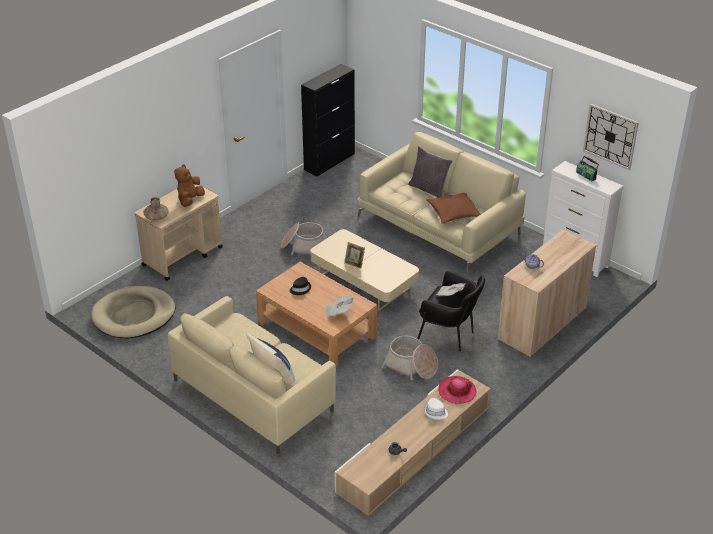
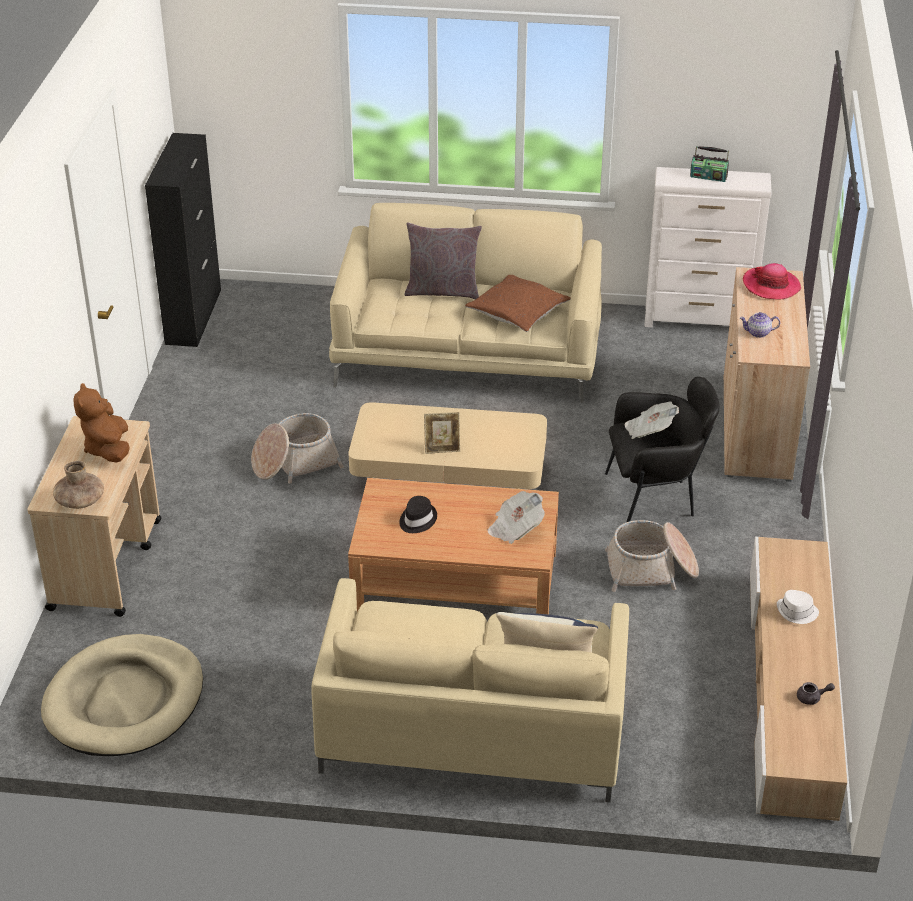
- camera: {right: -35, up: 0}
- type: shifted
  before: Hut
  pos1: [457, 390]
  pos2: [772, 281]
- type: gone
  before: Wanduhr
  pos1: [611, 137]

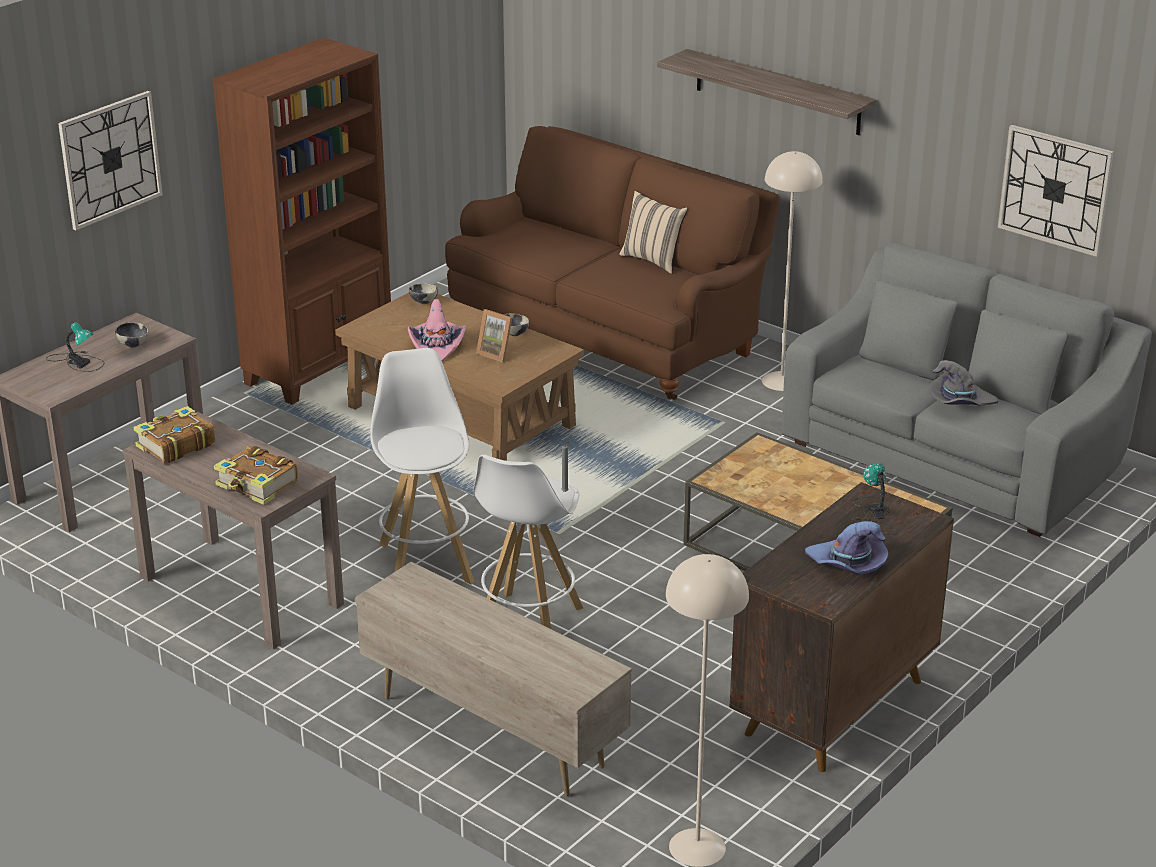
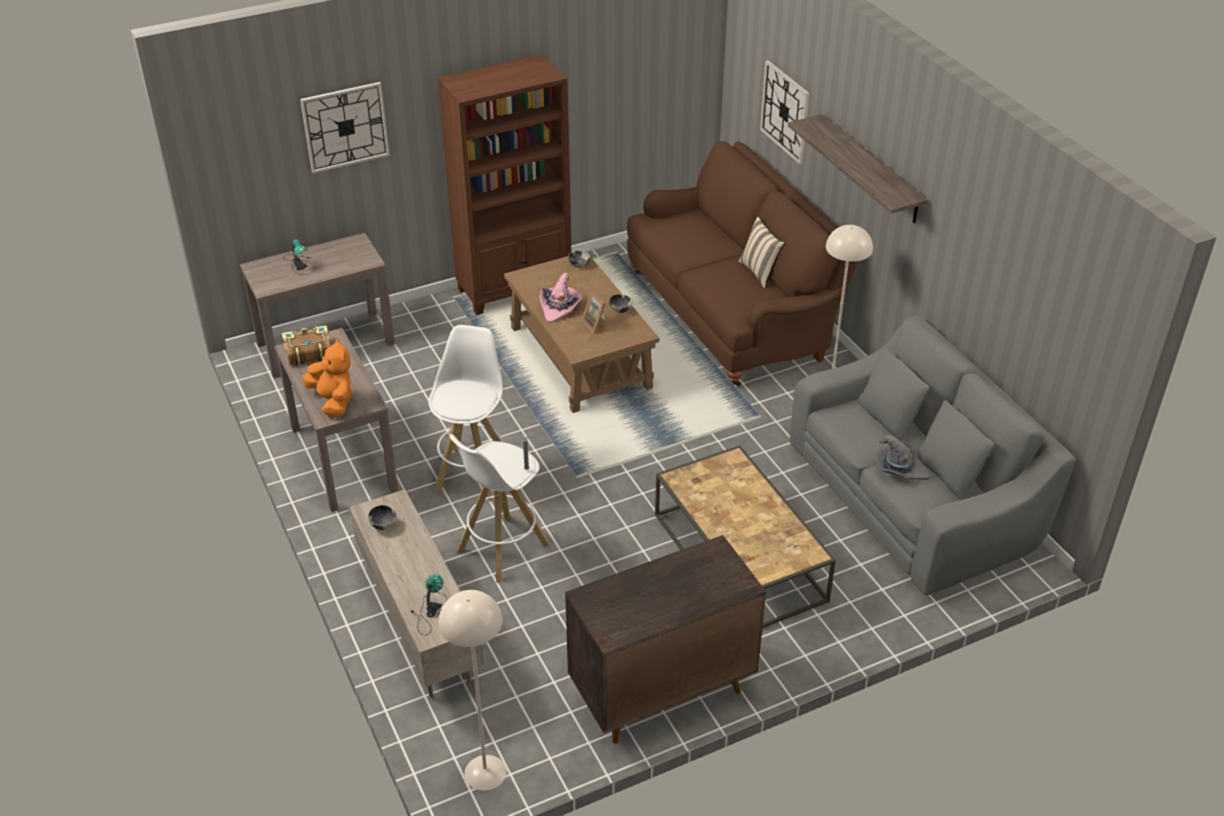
- camera: {right: 25, up: 10}
- type: shifted
  before: Schüssel
  pos1: [132, 334]
  pos2: [382, 517]
- type: swapped
  before: Buch
  after: Plüschtier [orange]
  pos1: [256, 475]
  pos2: [327, 378]
- type: gone
  before: Hut [lila]
  pos1: [846, 548]
- type: shifted
  before: Tischlampe
  pos1: [875, 499]
  pos2: [428, 604]
- type: shifted
  before: Wanduhr
  pos1: [1056, 191]
  pos2: [785, 112]

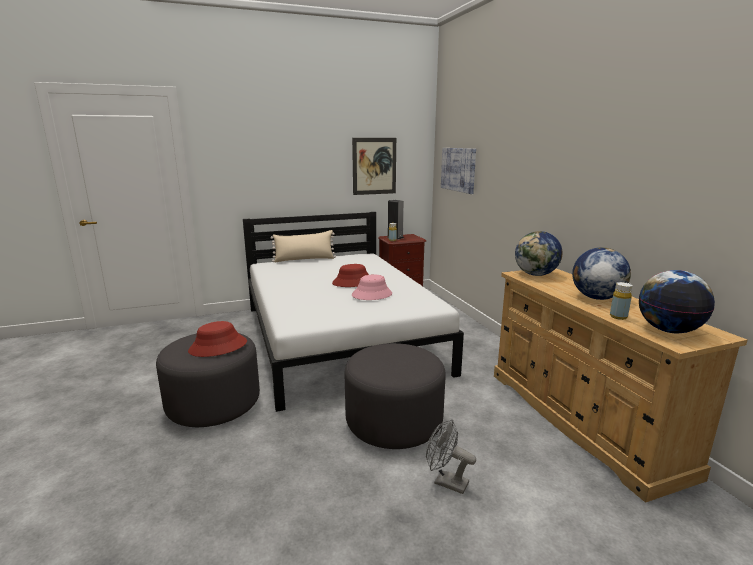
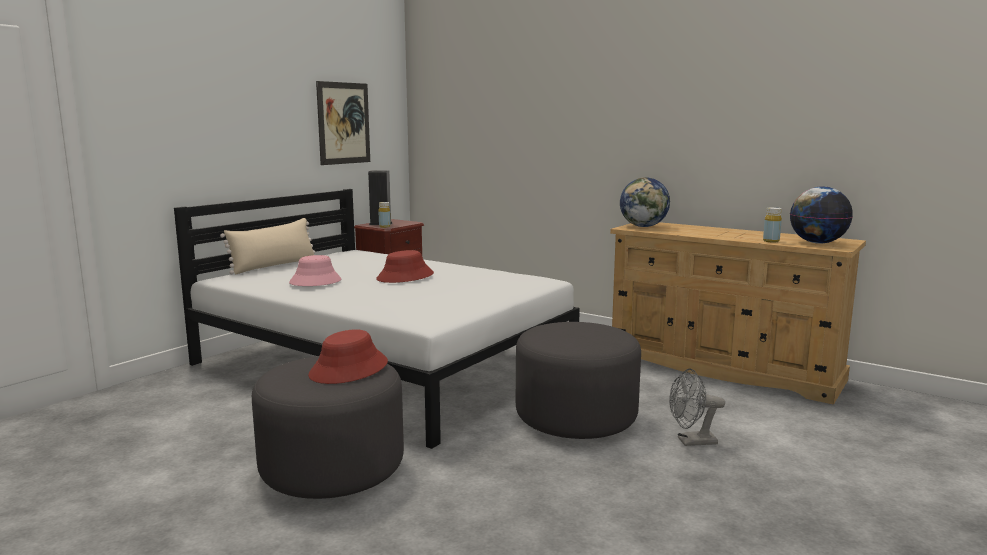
- camera: {right: -35, up: -5}
- type: shifted
  before: Hut [rosa]
  pos1: [372, 287]
  pos2: [315, 270]
- type: gone
  before: Bild
  pos1: [458, 171]
- type: gone
  before: Globus
  pos1: [601, 273]

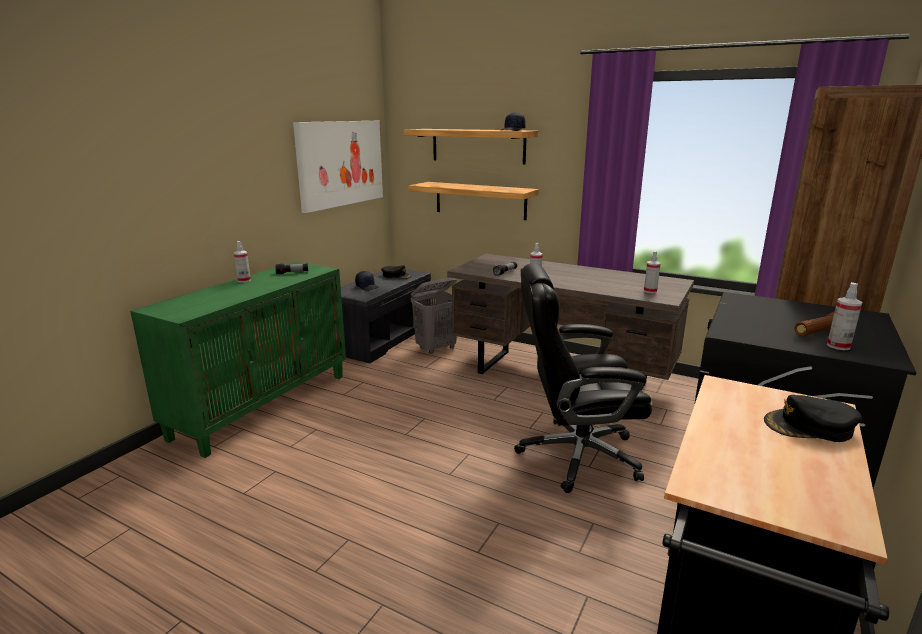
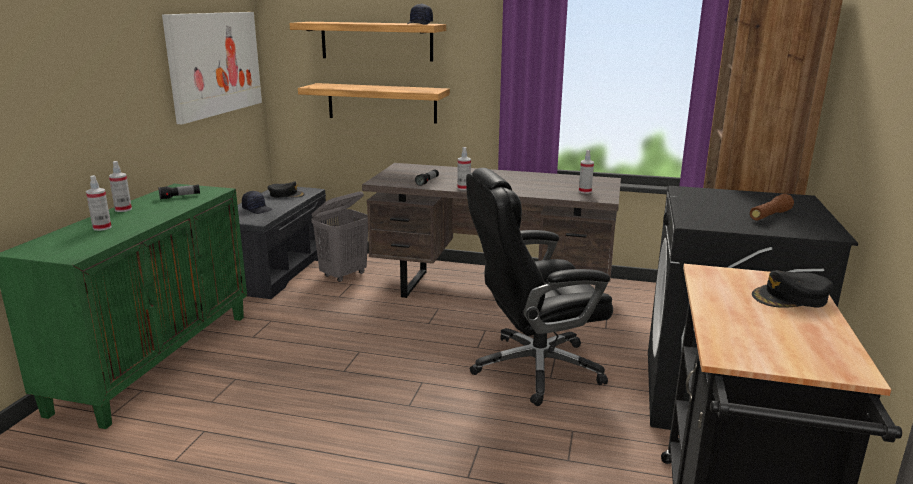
- camera: {right: -15, up: 0}
- type: shifted
  before: Sprühflasche
  pos1: [845, 316]
  pos2: [99, 203]

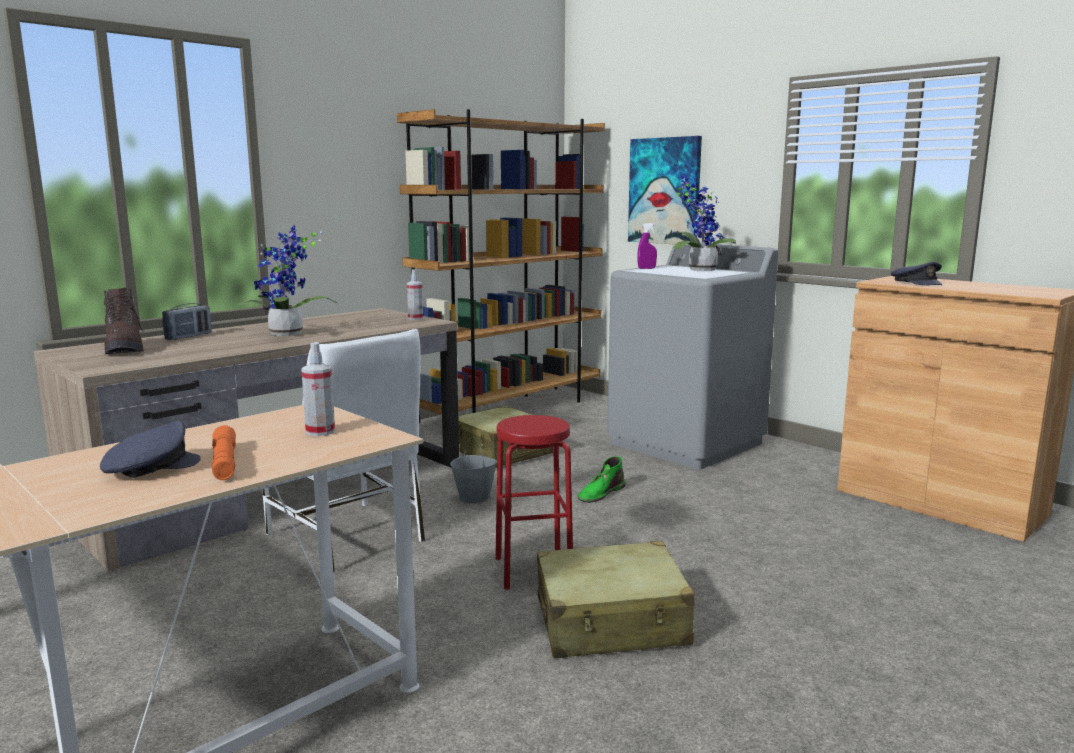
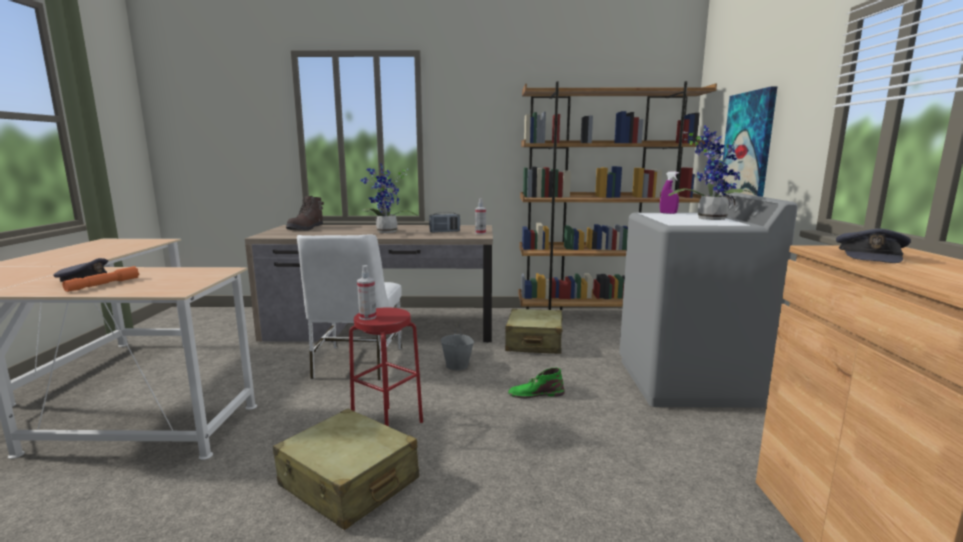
- camera: {right: 45, up: 0}
- type: shifted
  before: Radio
  pos1: [186, 321]
  pos2: [444, 222]
- type: shifted
  before: Sprühflasche
  pos1: [318, 389]
  pos2: [366, 292]

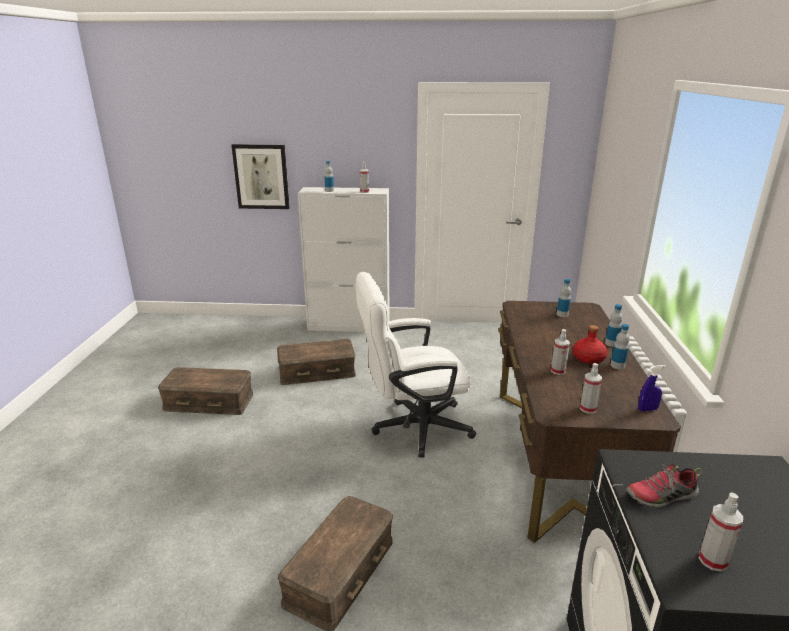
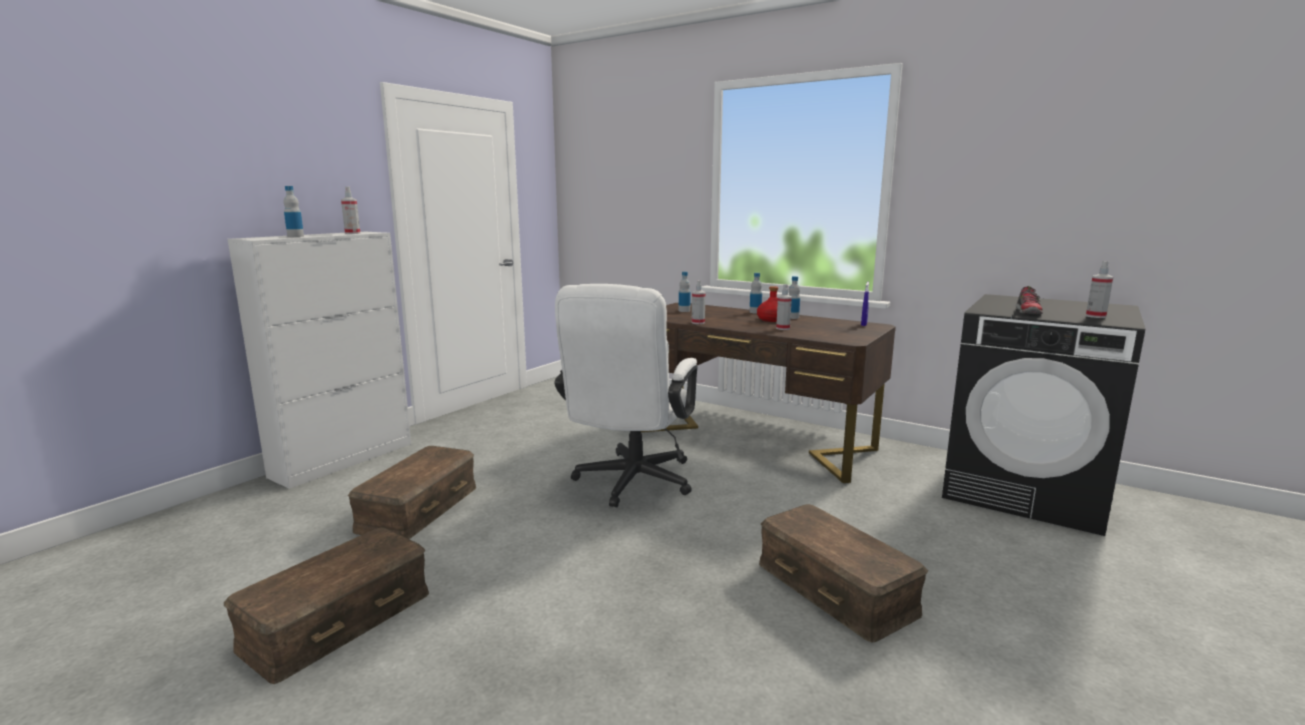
- camera: {right: -60, up: -10}
- type: gone
  before: Bild
  pos1: [260, 176]
- type: shifted
  before: Sprühflasche
  pos1: [591, 388]
  pos2: [699, 302]

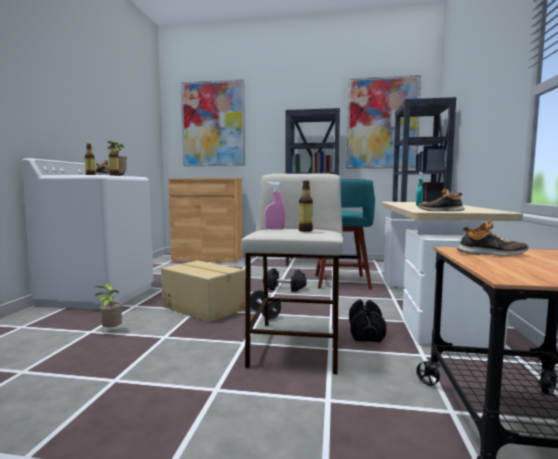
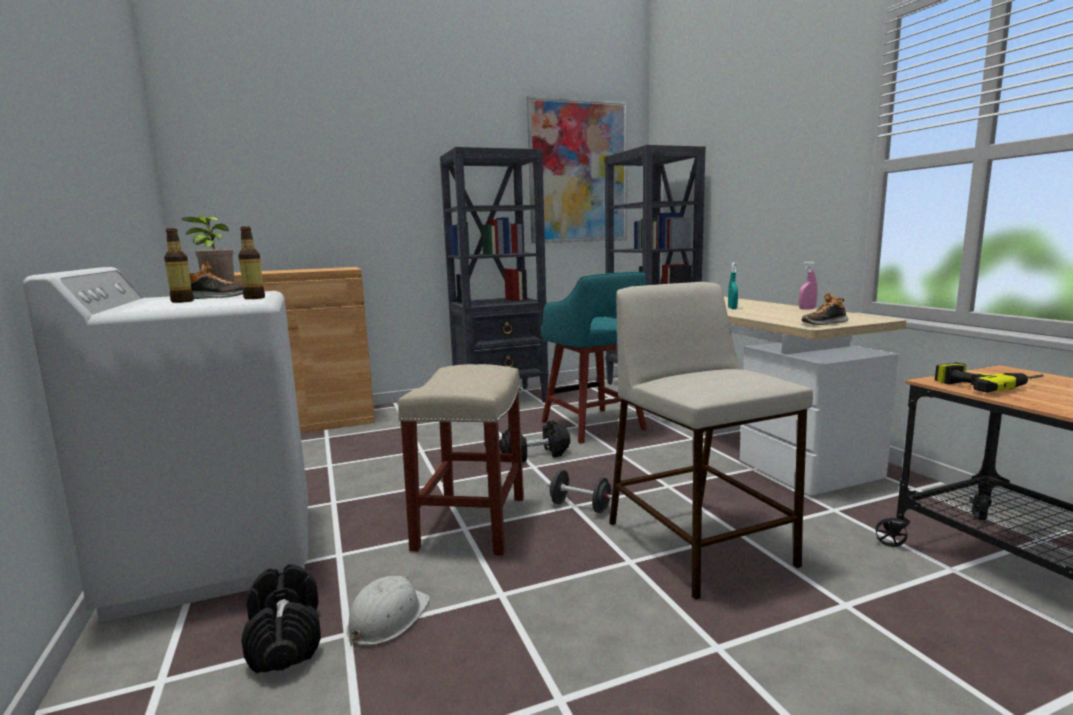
- camera: {right: -30, up: 5}
- type: swapped
  before: Topfpflanze
  after: Schutzhelm [weiß]
  pos1: [108, 307]
  pos2: [388, 611]
- type: swapped
  before: Karton
  after: Hocker [beige]
  pos1: [203, 292]
  pos2: [461, 460]
- type: gone
  before: Bild
  pos1: [213, 122]
- type: shifted
  before: Sprühflasche [rosa]
  pos1: [275, 206]
  pos2: [808, 285]
- type: gone
  before: Flasche
  pos1: [306, 206]
- type: shifted
  before: Hantel [schwarz]
  pos1: [367, 320]
  pos2: [281, 618]
- type: swapped
  before: Schuh
  after: Bohrmaschine
  pos1: [493, 238]
  pos2: [989, 377]

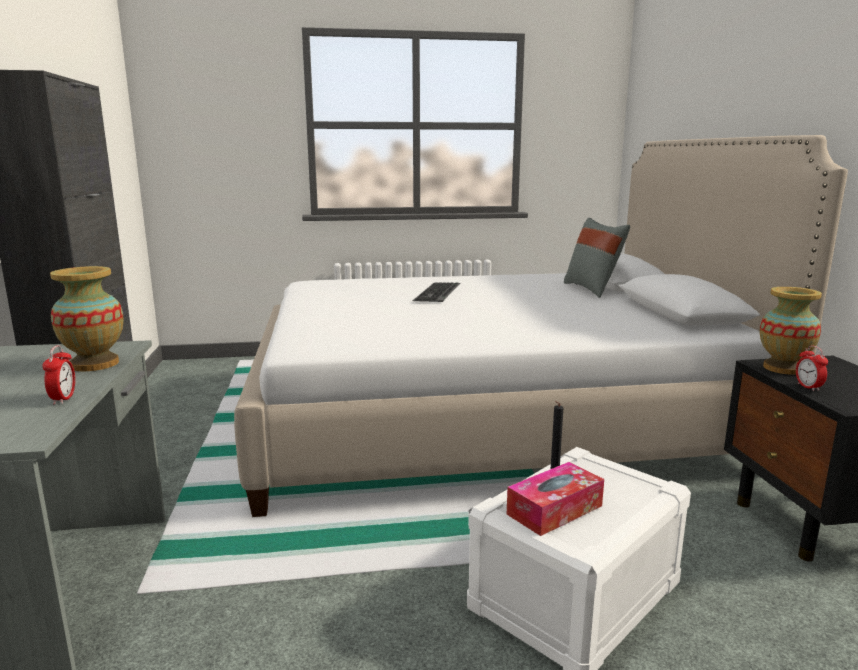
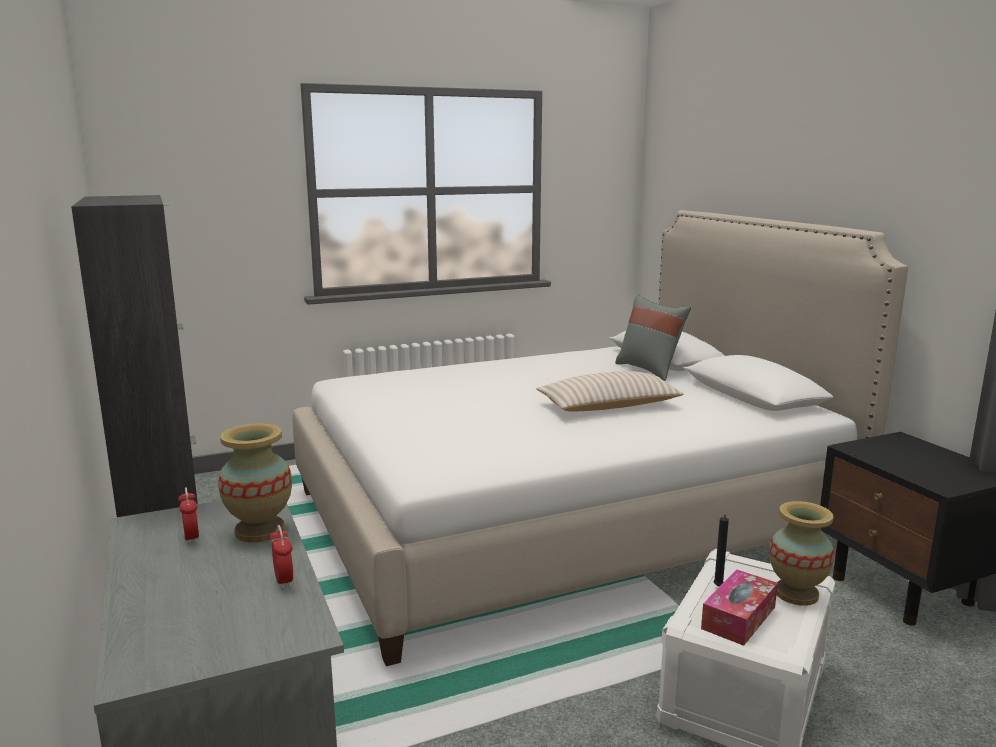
- camera: {right: -15, up: 0}
- type: gone
  before: Tastatur
  pos1: [436, 292]
- type: shifted
  before: Vase
  pos1: [791, 331]
  pos2: [801, 553]
- type: shifted
  before: Wecker
  pos1: [812, 368]
  pos2: [188, 515]
- type: new
  after: Kissen [beige]
  pos2: [610, 391]

